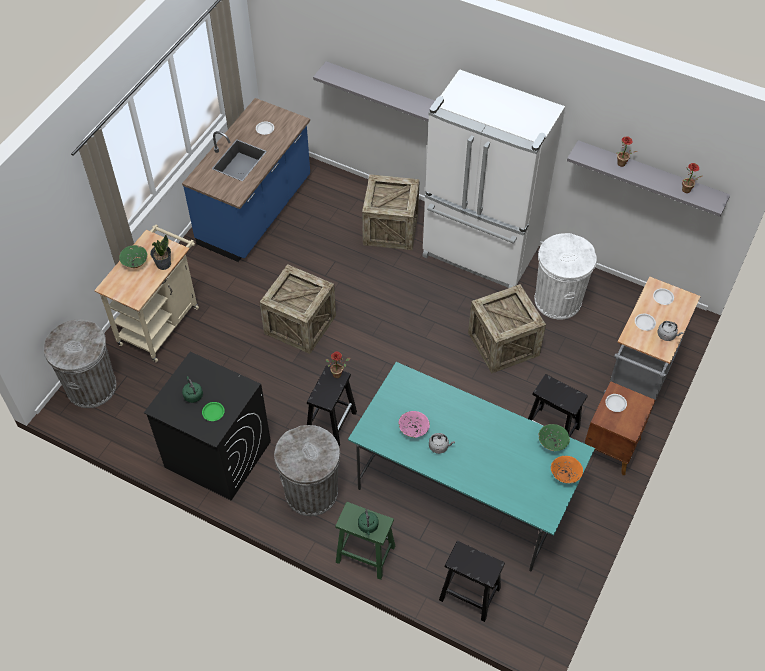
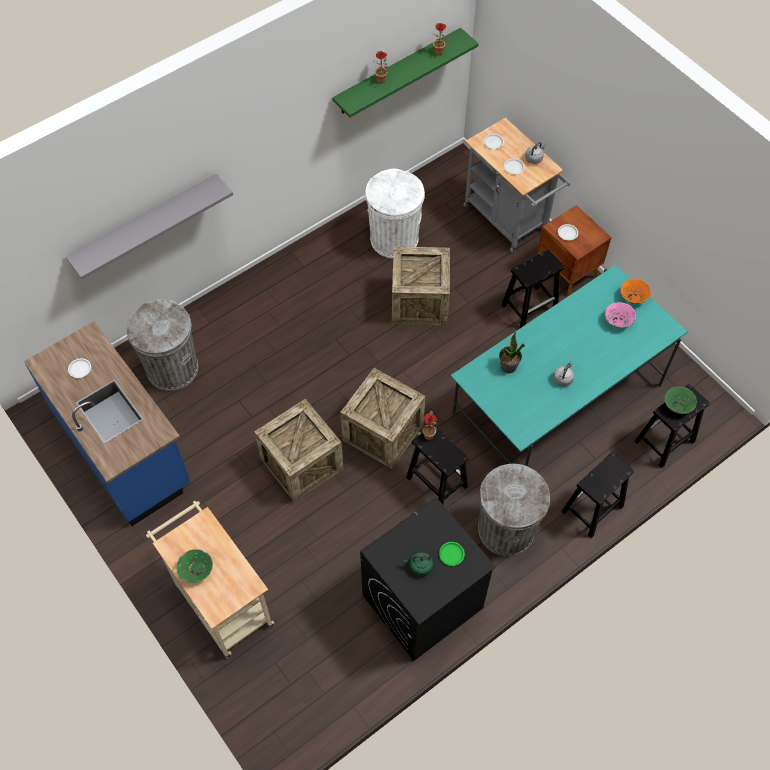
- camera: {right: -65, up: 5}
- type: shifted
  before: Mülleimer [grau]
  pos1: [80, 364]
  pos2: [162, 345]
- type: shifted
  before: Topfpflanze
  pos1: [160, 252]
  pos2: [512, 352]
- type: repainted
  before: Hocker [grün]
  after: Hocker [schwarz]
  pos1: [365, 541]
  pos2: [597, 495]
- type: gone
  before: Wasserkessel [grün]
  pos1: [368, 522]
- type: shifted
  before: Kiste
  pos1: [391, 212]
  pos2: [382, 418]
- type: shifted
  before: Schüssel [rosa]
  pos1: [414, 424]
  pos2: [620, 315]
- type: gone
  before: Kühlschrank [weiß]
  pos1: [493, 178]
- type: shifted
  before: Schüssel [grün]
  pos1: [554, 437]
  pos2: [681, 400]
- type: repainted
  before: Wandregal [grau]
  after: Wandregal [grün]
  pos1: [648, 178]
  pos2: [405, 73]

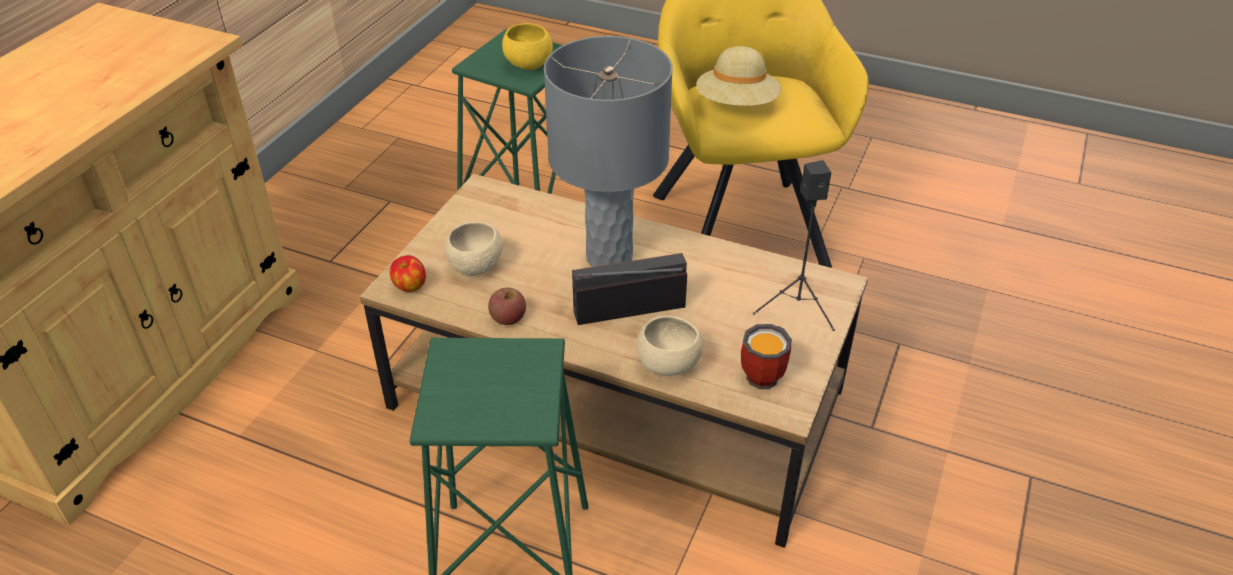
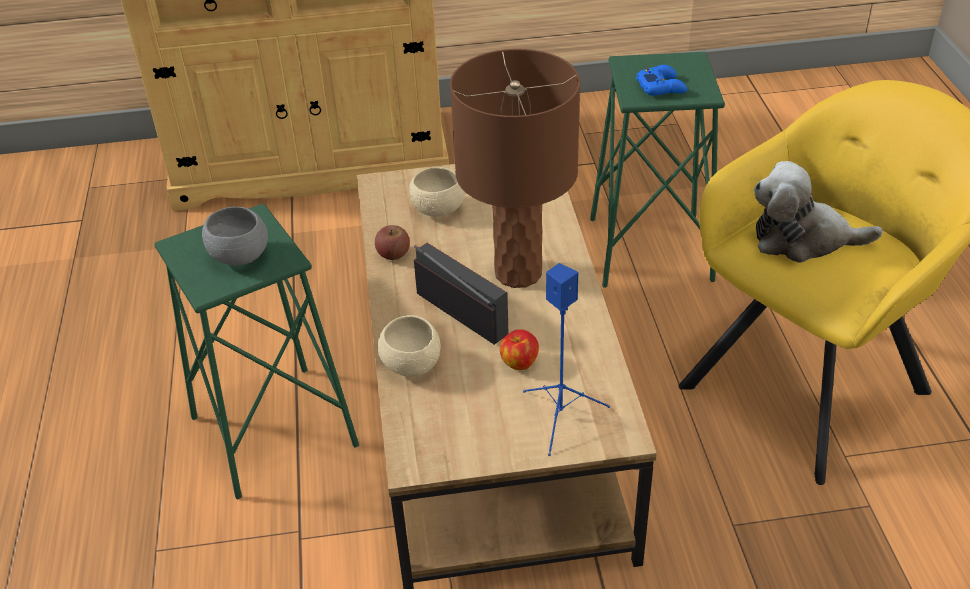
- camera: {right: 60, up: 0}
- type: shifted
  before: Apfel
  pos1: [408, 273]
  pos2: [519, 349]
- type: swapped
  before: Schüssel [gelb]
  after: Gamepad [blau]
  pos1: [527, 46]
  pos2: [661, 80]
- type: repainted
  before: Tischlampe [grau]
  after: Tischlampe [braun]
  pos1: [608, 151]
  pos2: [515, 168]
- type: swapped
  before: Hut [beige]
  after: Plüschtier
  pos1: [738, 76]
  pos2: [818, 212]
- type: gone
  before: Henkelbecher
  pos1: [766, 356]
- type: repainted
  before: Lautsprecher [schwarz]
  after: Lautsprecher [blau]
  pos1: [794, 245]
  pos2: [566, 359]
- type: new
  after: Schüssel [grau]
  pos2: [235, 236]

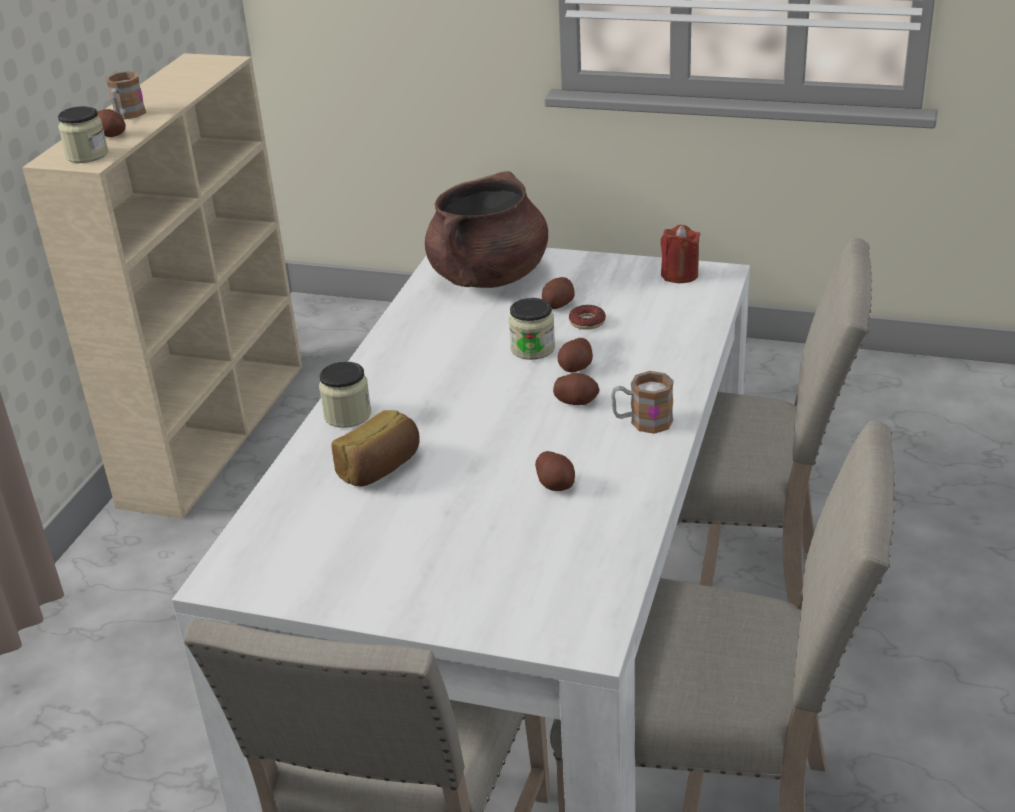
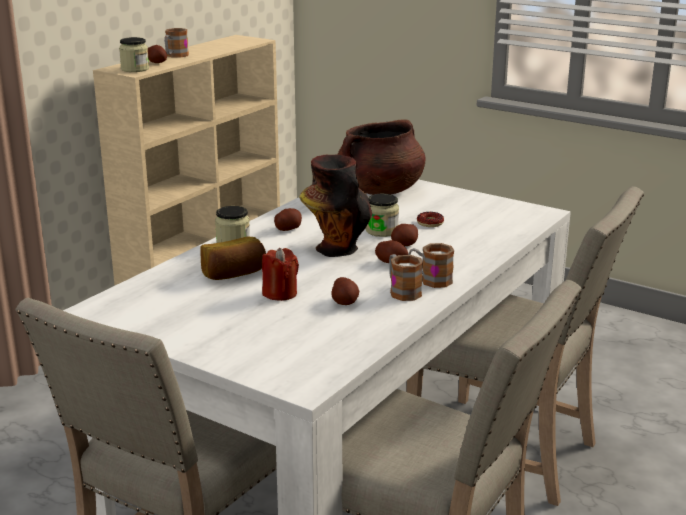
- camera: {right: 15, up: -10}
- type: shifted
  before: Kartoffel
  pos1: [558, 293]
  pos2: [288, 219]
- type: shifted
  before: Kerze [rot]
  pos1: [680, 254]
  pos2: [280, 274]
- type: new
  after: Vase
  pos2: [335, 206]
- type: new
  after: Henkelbecher
  pos2: [406, 277]

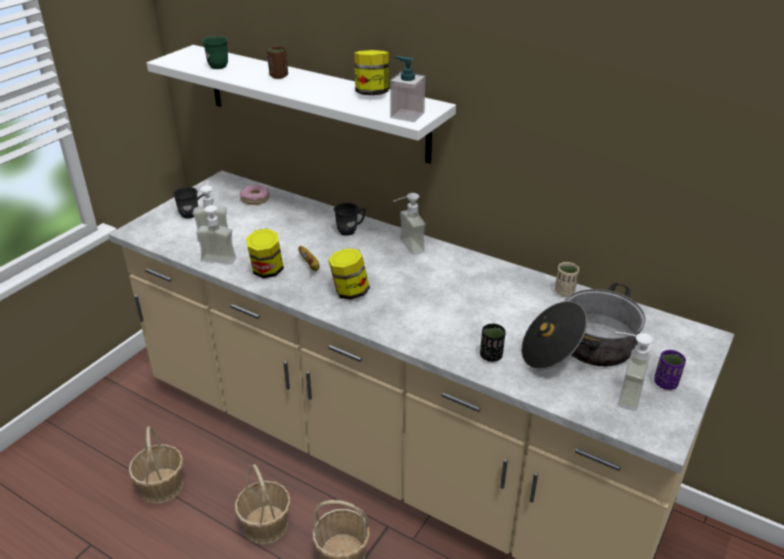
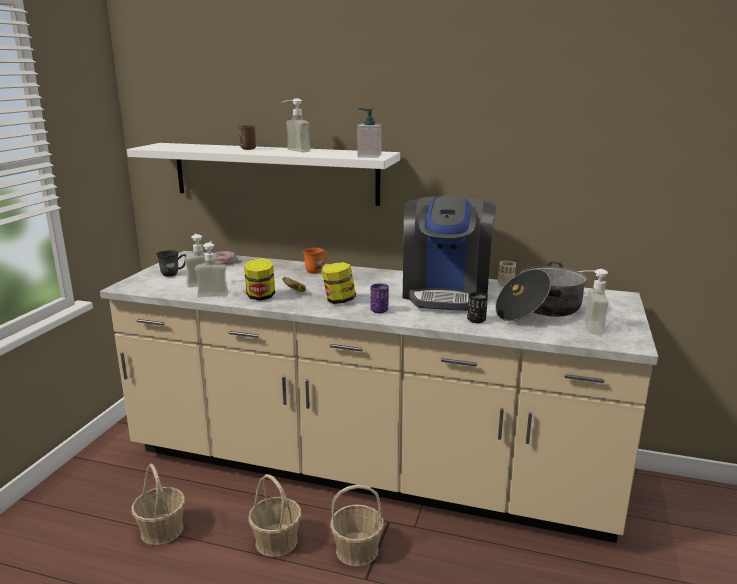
- camera: {right: -15, up: -15}
- type: gone
  before: Henkelbecher [grün]
  pos1: [215, 52]
- type: repainted
  before: Henkelbecher [grau]
  after: Henkelbecher [orange]
  pos1: [350, 219]
  pos2: [315, 261]
- type: gone
  before: Vorratsglas
  pos1: [371, 72]
- type: shifted
  before: Seifenspender
  pos1: [409, 224]
  pos2: [296, 125]
- type: shifted
  before: Tasse [lila]
  pos1: [670, 370]
  pos2: [379, 298]
- type: new
  after: Kaffeemaschine
  pos2: [449, 253]

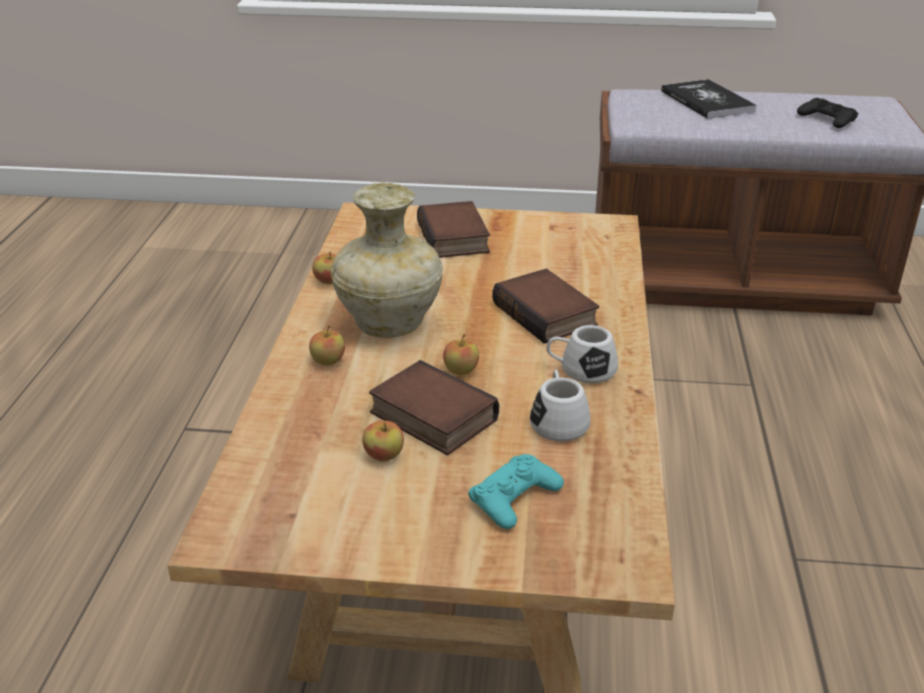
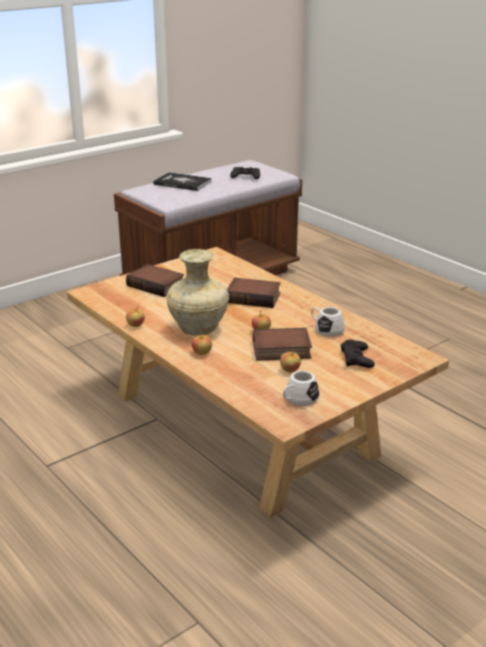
- camera: {right: -45, up: -5}
- type: repainted
  before: Gamepad [türkis]
  after: Gamepad [schwarz]
  pos1: [516, 491]
  pos2: [358, 353]
- type: shifted
  before: Henkelbecher [weiß]
  pos1: [582, 354]
  pos2: [301, 388]

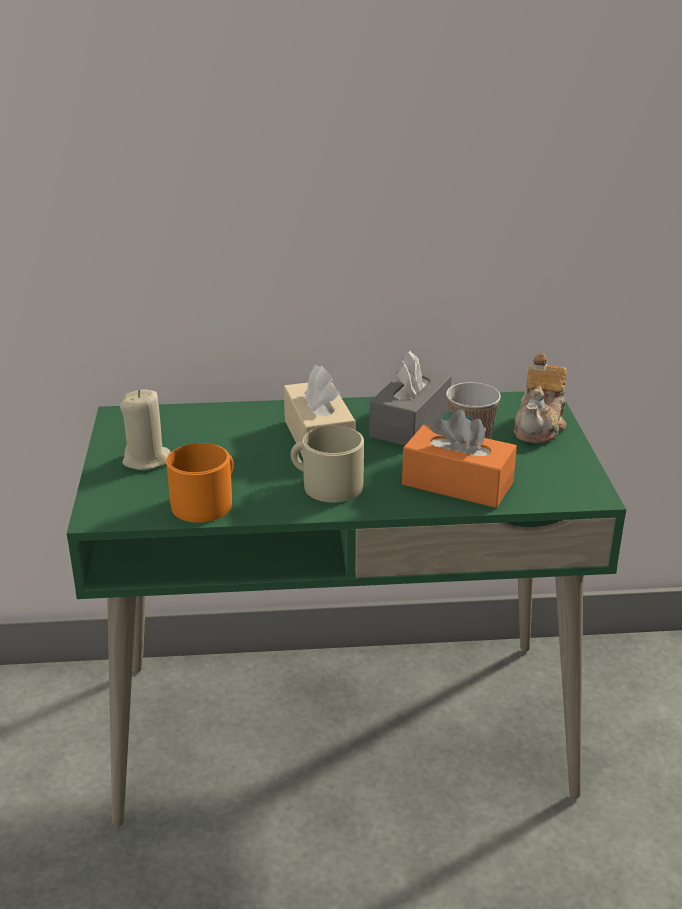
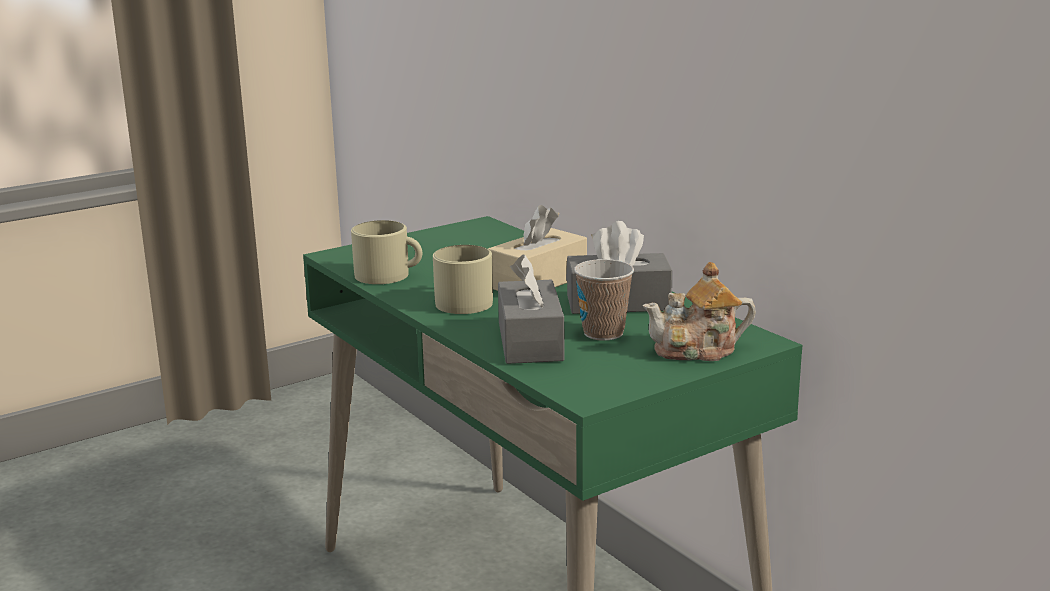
- camera: {right: 60, up: -10}
- type: gone
  before: Kerze [beige]
  pos1: [145, 429]
- type: repainted
  before: Henkelbecher [orange]
  after: Henkelbecher [beige]
  pos1: [200, 483]
  pos2: [386, 252]
- type: repainted
  before: Taschentuchbox [orange]
  after: Taschentuchbox [grau]
  pos1: [459, 458]
  pos2: [531, 309]

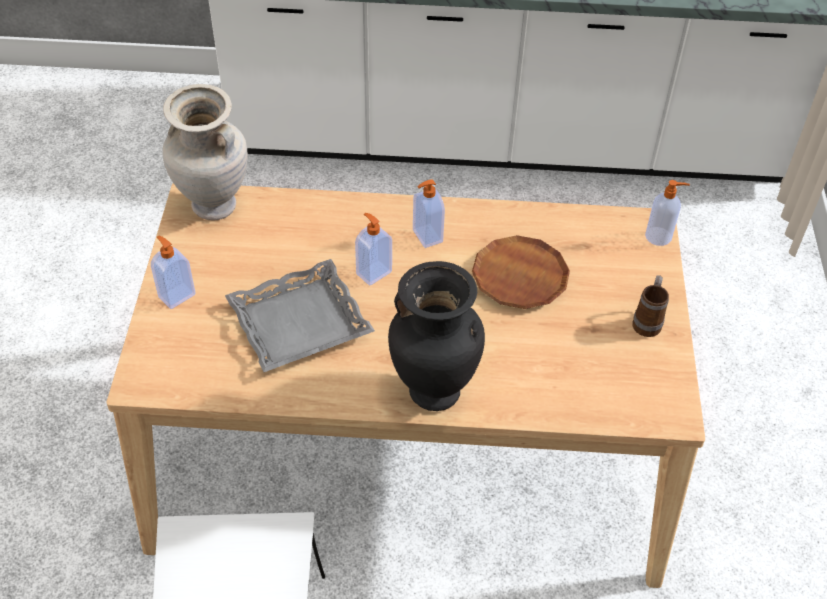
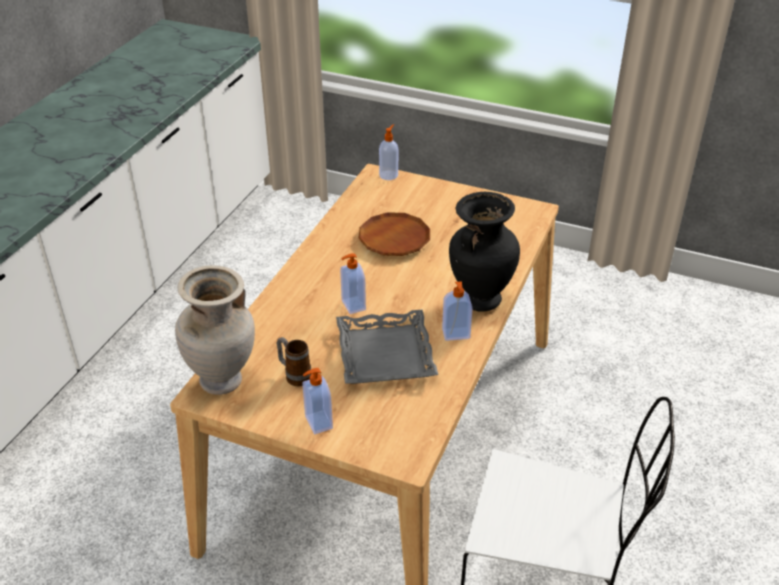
- camera: {right: -70, up: -10}
- type: shifted
  before: Seifenspender
  pos1: [429, 213]
  pos2: [457, 311]
- type: shifted
  before: Henkelbecher
  pos1: [650, 306]
  pos2: [294, 361]

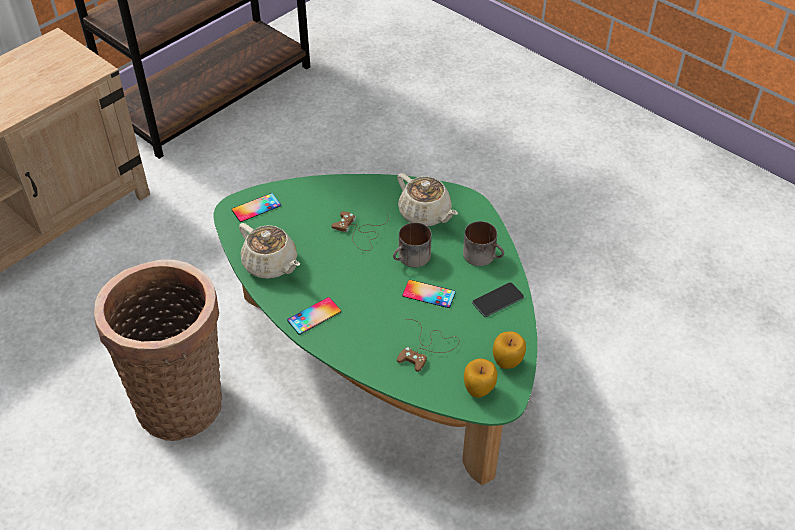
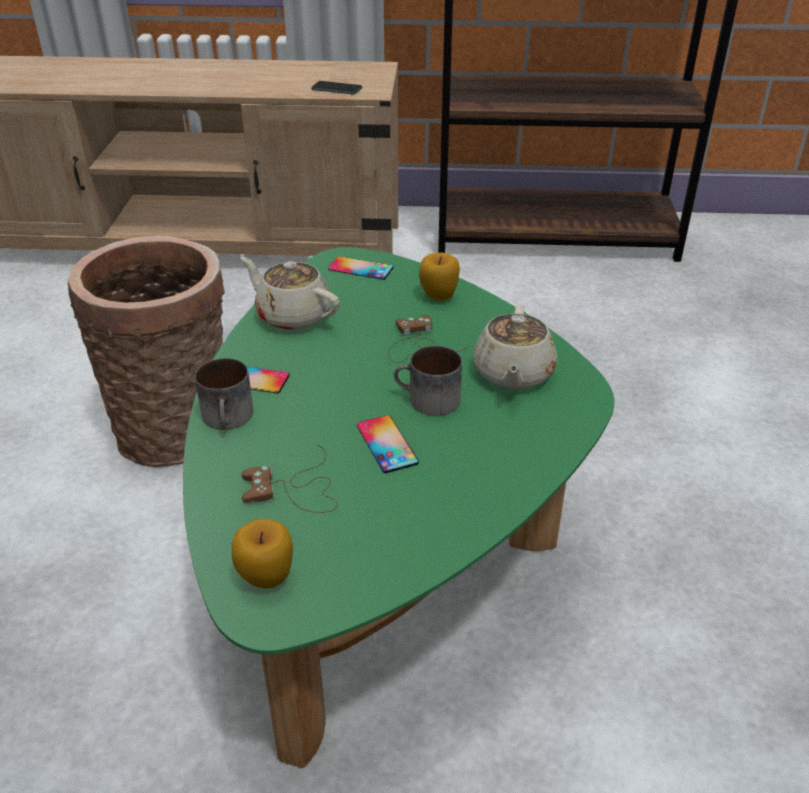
- camera: {right: 50, up: -10}
- type: rotated
  before: Teekanne [beige]
  pos1: [269, 251]
  pos2: [290, 293]
  turn: 120
- type: shifted
  before: Henkelbecher
  pos1: [483, 243]
  pos2: [224, 394]
- type: shifted
  before: Handy
  pos1: [498, 299]
  pos2: [336, 87]
- type: shifted
  before: Apfel
  pos1: [509, 350]
  pos2: [439, 277]

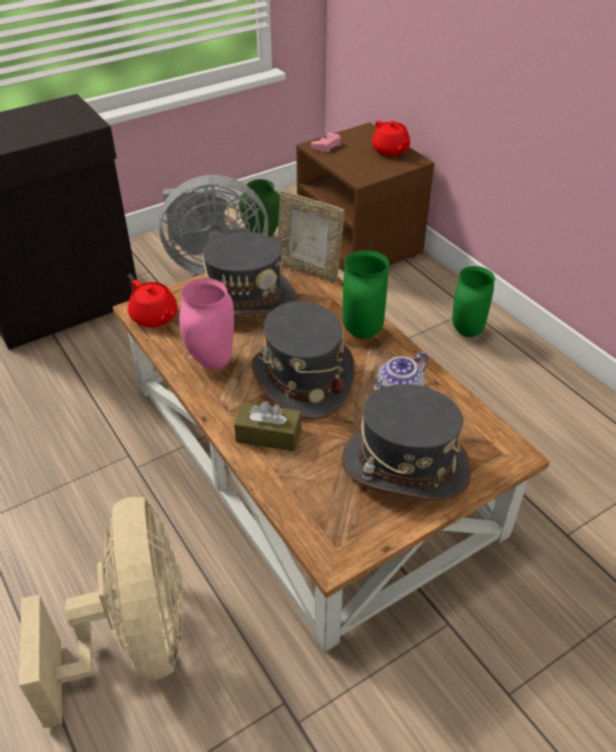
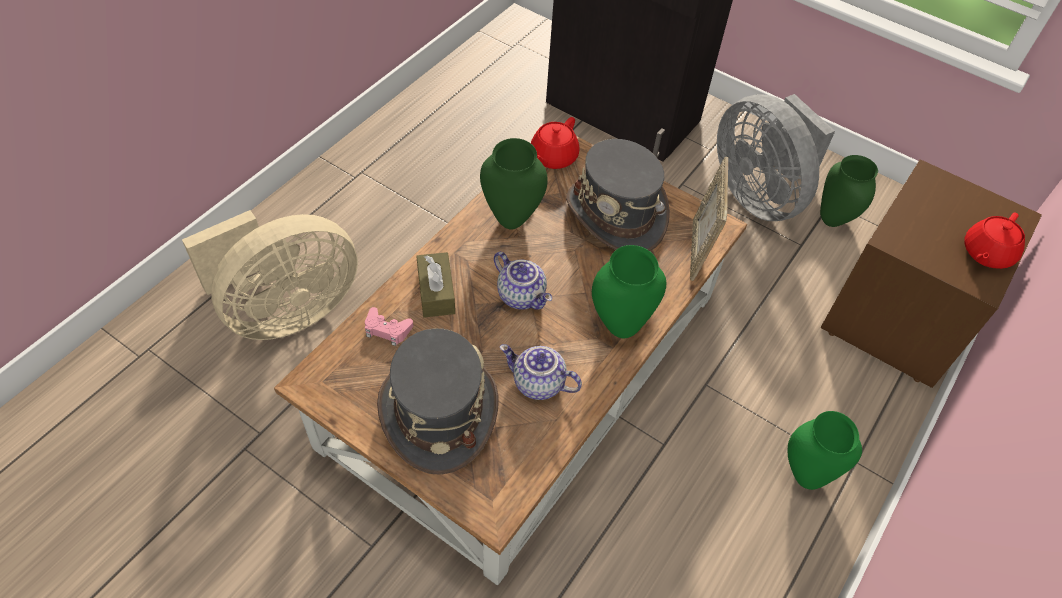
- camera: {right: 65, up: 10}
- type: repainted
  before: Vase [rosa]
  after: Vase [grün]
  pos1: [206, 324]
  pos2: [514, 184]
- type: swapped
  before: Hut [grau]
  after: Teekanne
  pos1: [303, 360]
  pos2: [523, 281]
- type: shifted
  before: Gamepad [rosa]
  pos1: [326, 143]
  pos2: [389, 326]

